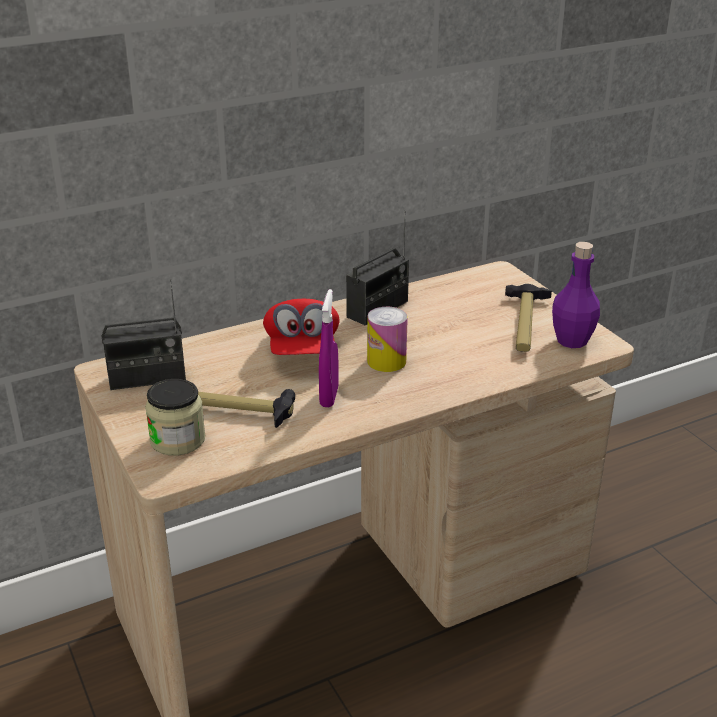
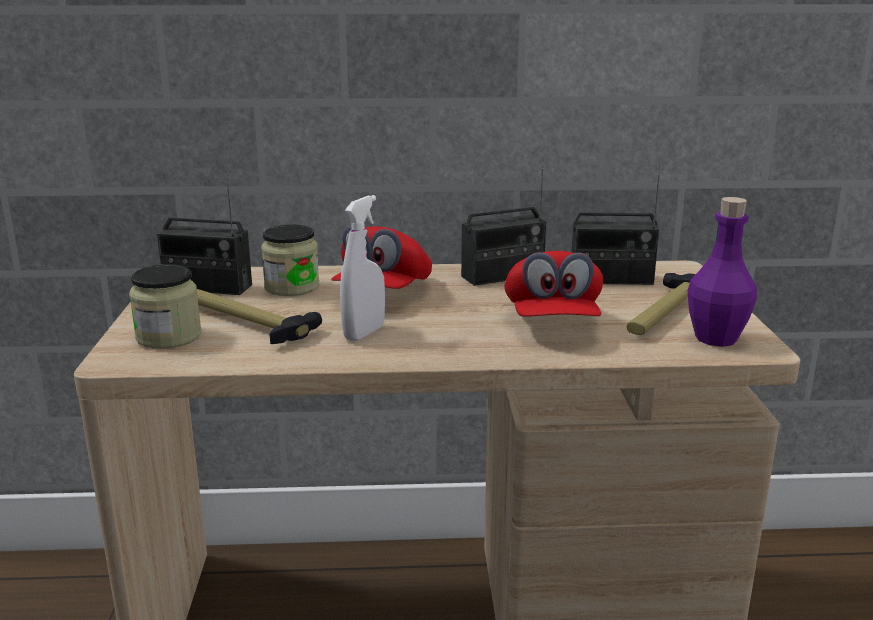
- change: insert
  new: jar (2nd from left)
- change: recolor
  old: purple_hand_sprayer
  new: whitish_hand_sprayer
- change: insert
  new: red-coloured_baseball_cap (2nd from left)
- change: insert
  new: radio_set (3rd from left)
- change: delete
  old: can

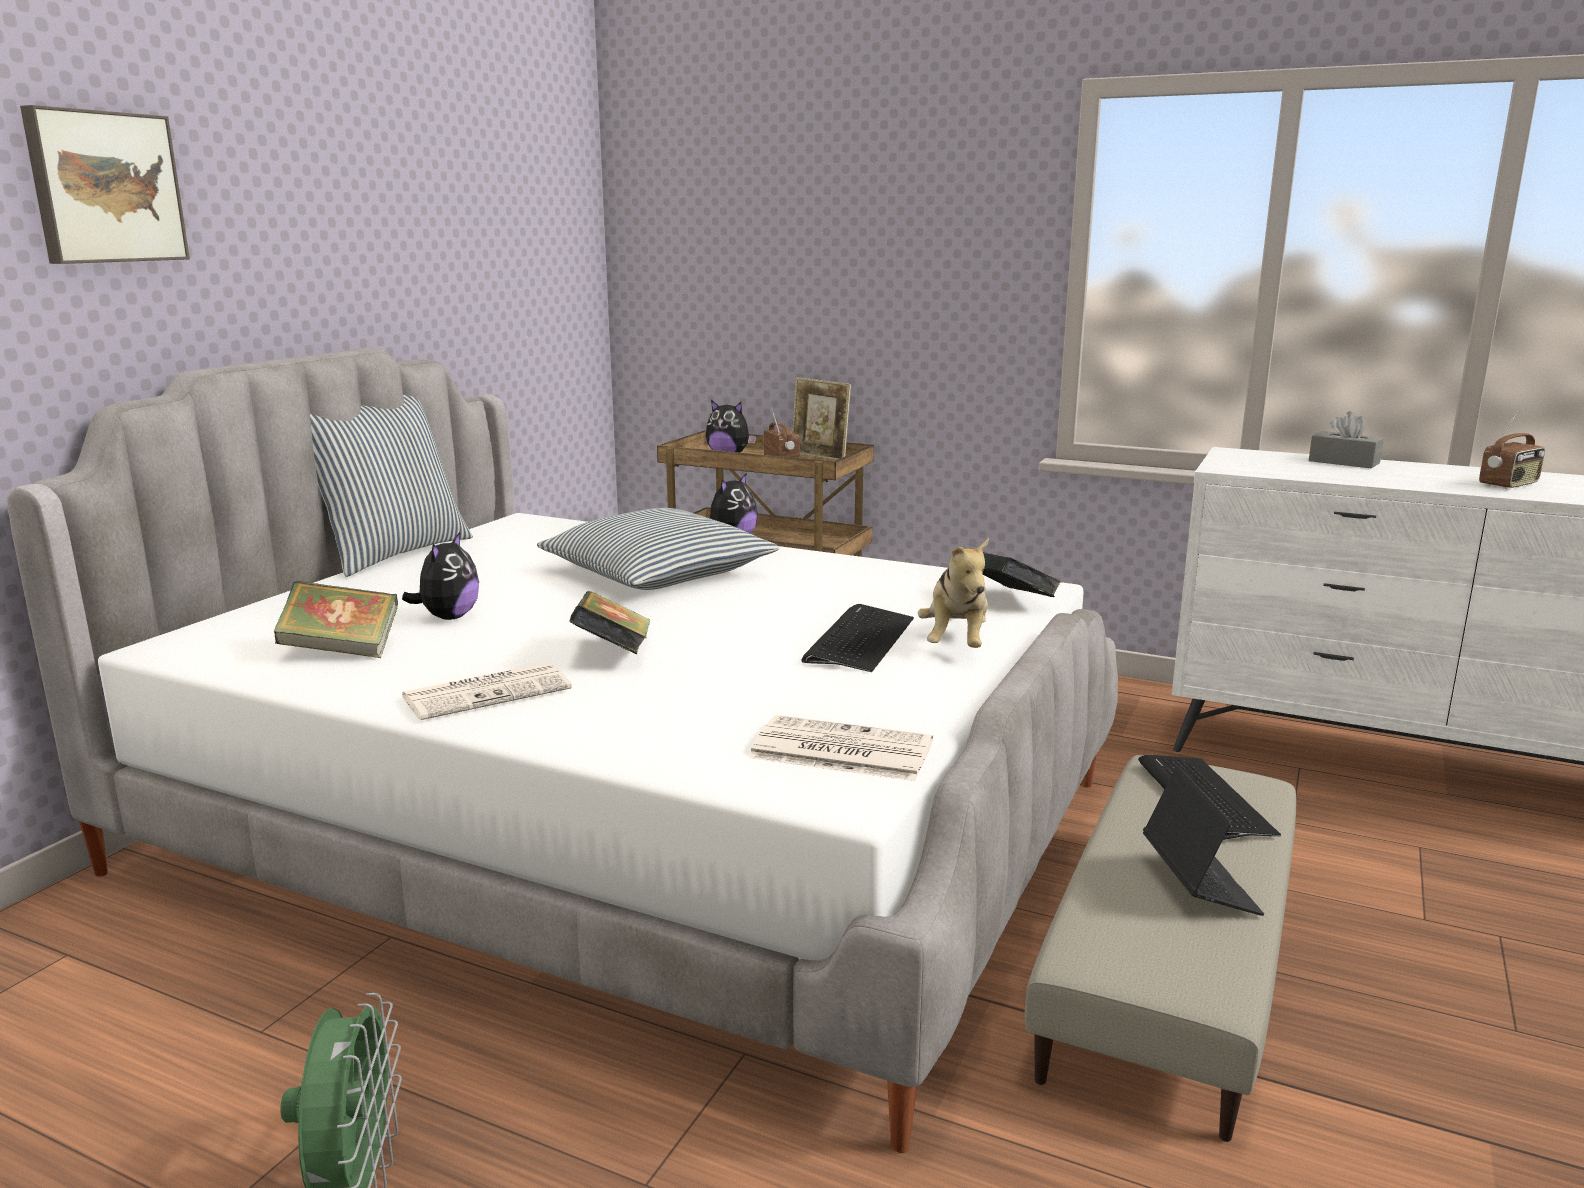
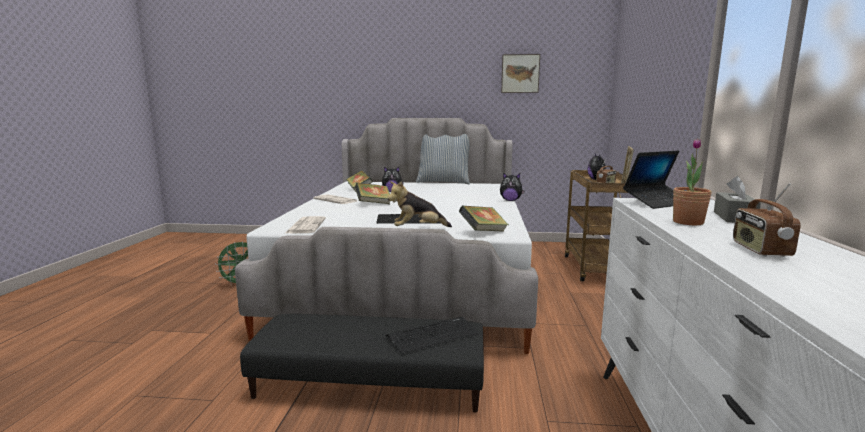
- change: recolor
  old: beige-coloured_pouffe
  new: black-coloured_pouffe
- change: move
  old: wall_art
- change: move
  old: notebook_computer
- change: insert
  new: plant_in_a_pot
- change: rotate
  old: radio_set (2nd from left)
  degrees: 60
- change: delete
  old: cushion (2nd from left)

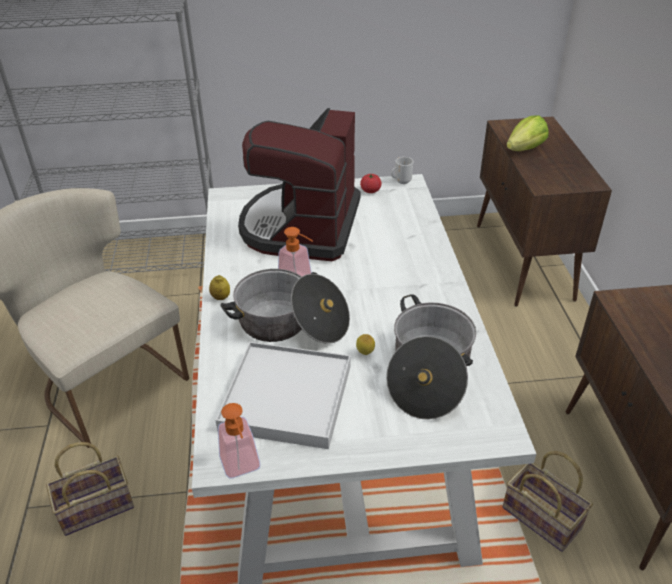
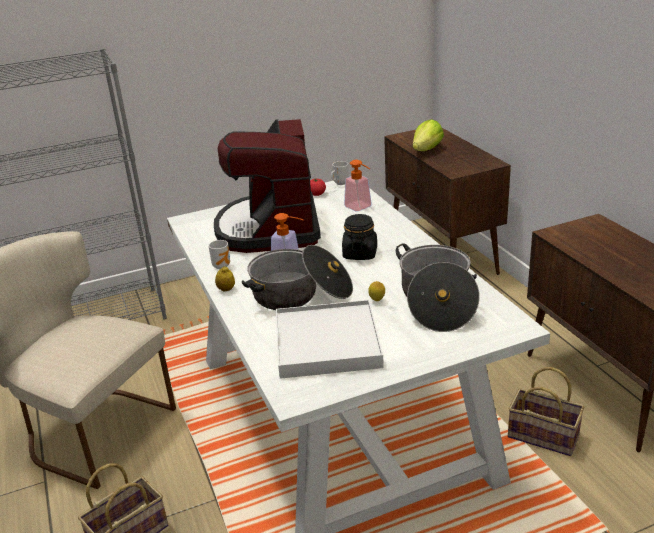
- change: insert
  new: tea_mug (1st from left)
- change: insert
  new: black-coloured_jar
- change: move
  old: soap_bottle (1st from left in the first image)
  new: soap_bottle (2nd from left)

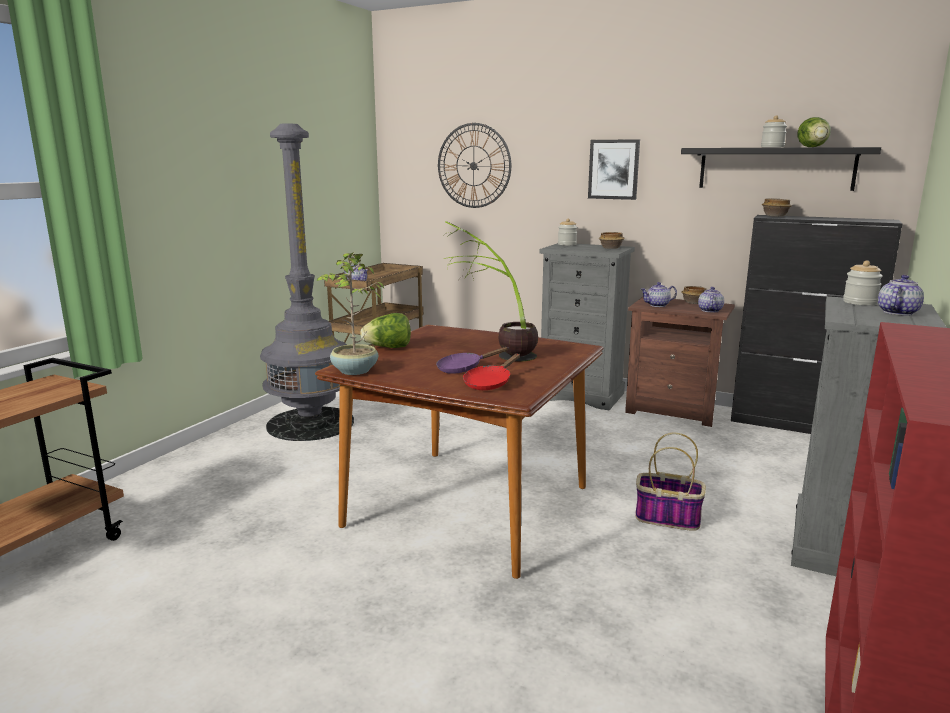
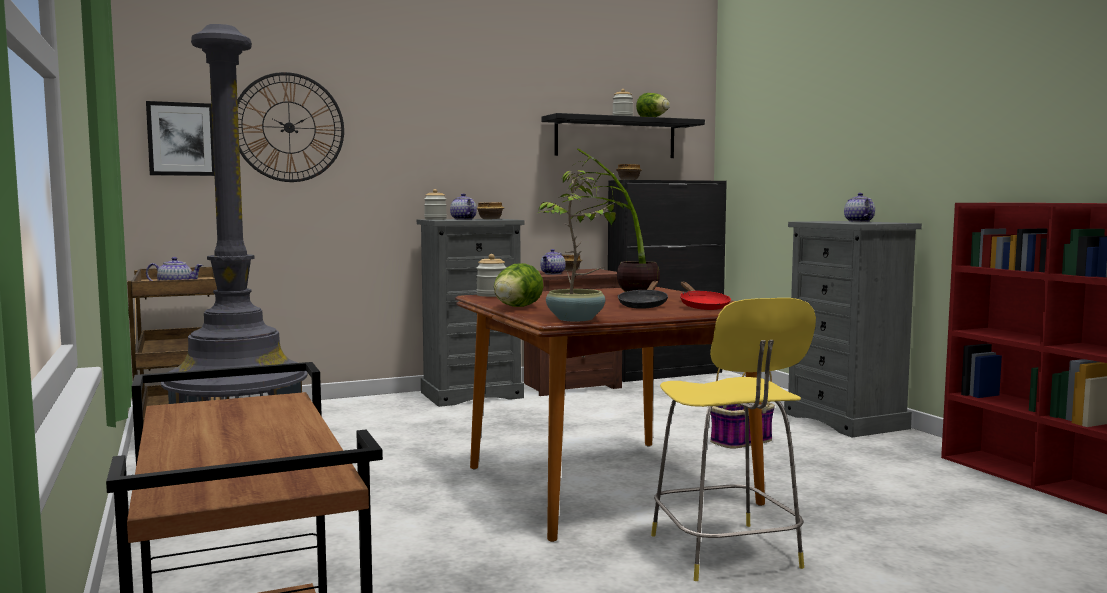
- change: move
  old: wall_art
- change: move
  old: teapot (3rd from left in the first image)
  new: teapot (2nd from left)
- change: move
  old: jar (3rd from left in the first image)
  new: jar (2nd from left)
- change: recolor
  old: purple_skillet
  new: black-coloured_skillet
- change: insert
  new: yellow_stool_seat

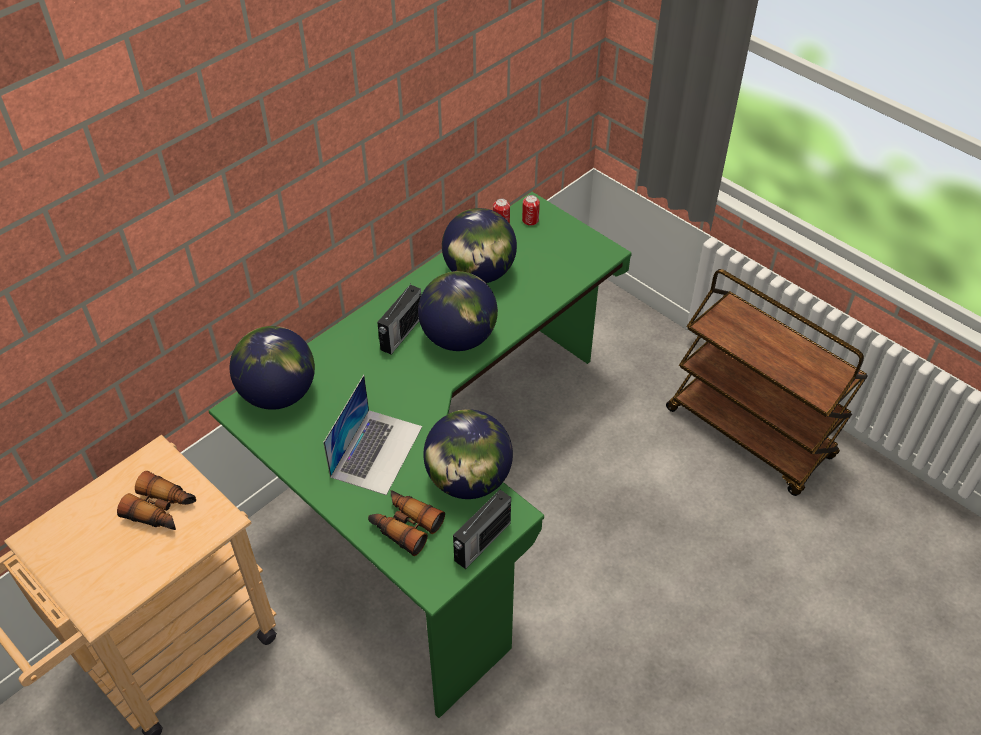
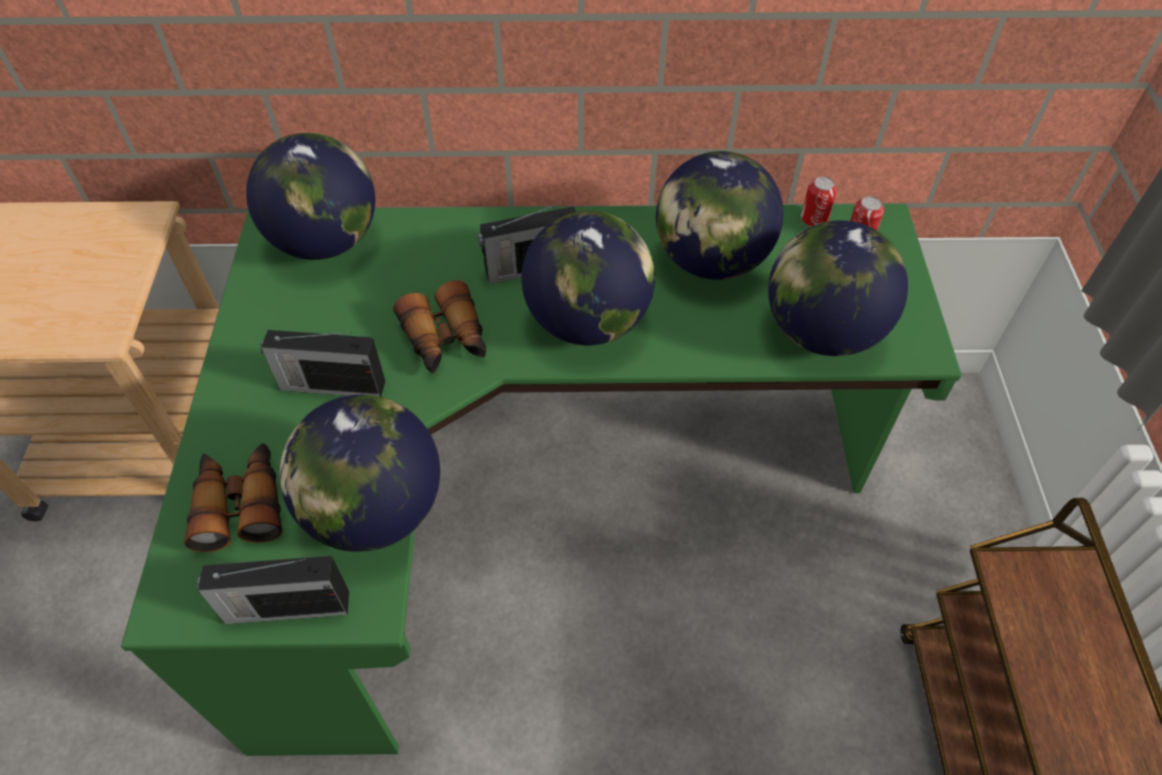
- change: replace
  old: notebook_computer
  new: radio_set (2nd from left)
- change: move
  old: field_glasses (1st from left in the first image)
  new: field_glasses (2nd from left)
- change: insert
  new: world_globe (5th from left)

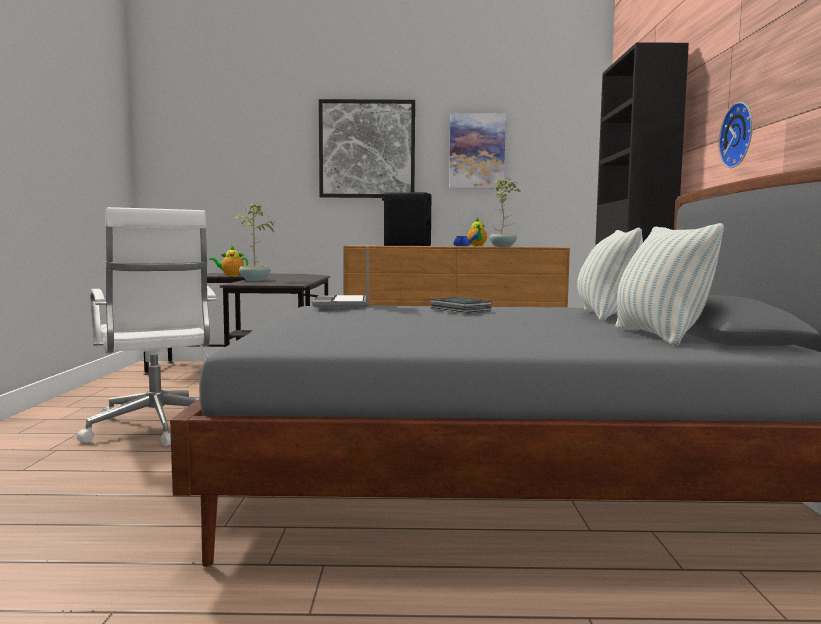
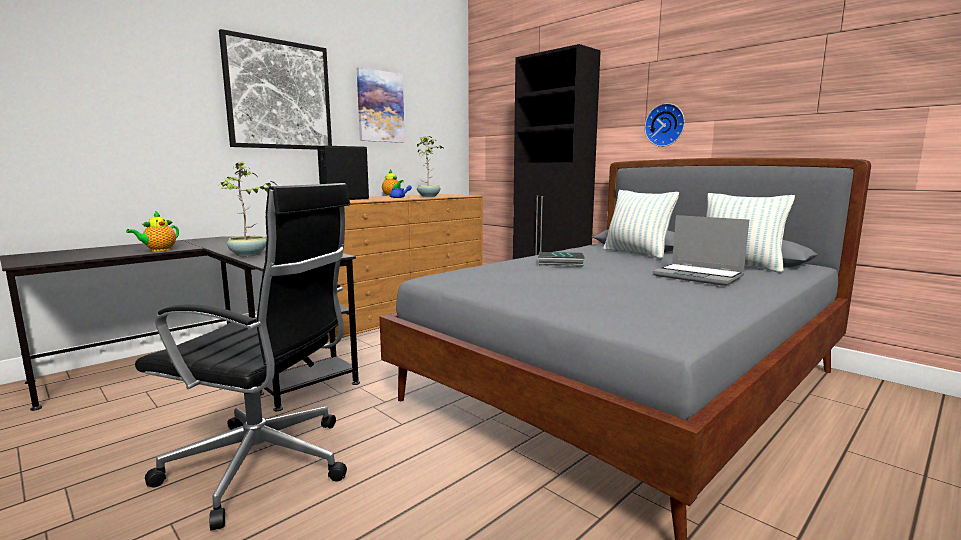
- change: recolor
  old: whitish_office_chair
  new: black-coloured_office_chair
- change: move
  old: notebook_computer

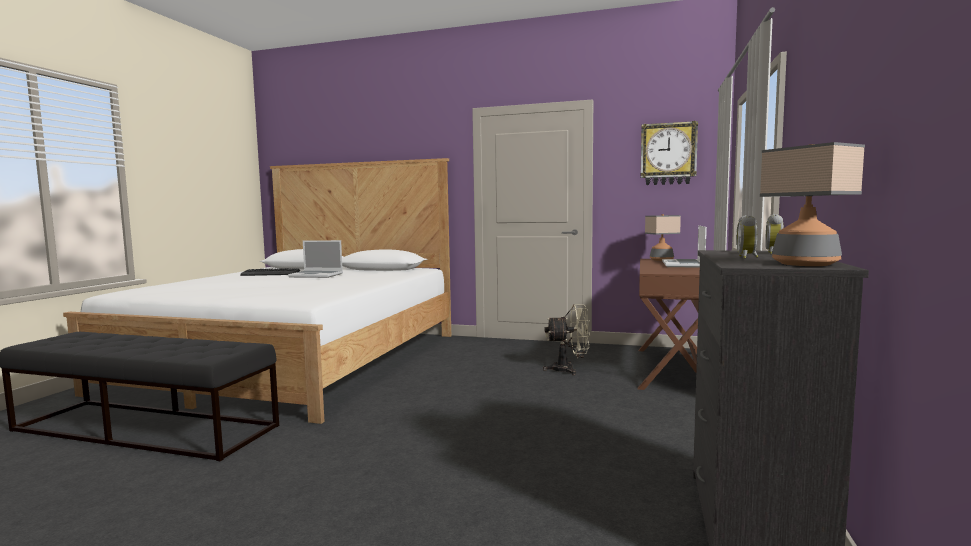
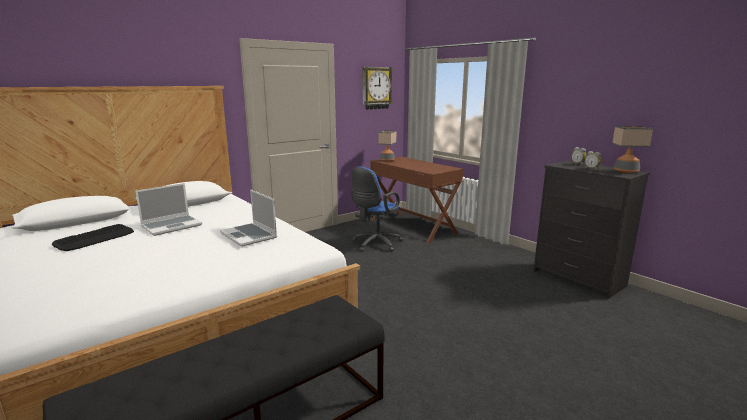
- change: move
  old: notebook_computer (2nd from left)
- change: replace
  old: beige-coloured_cooling_fan
  new: bluish_office_chair

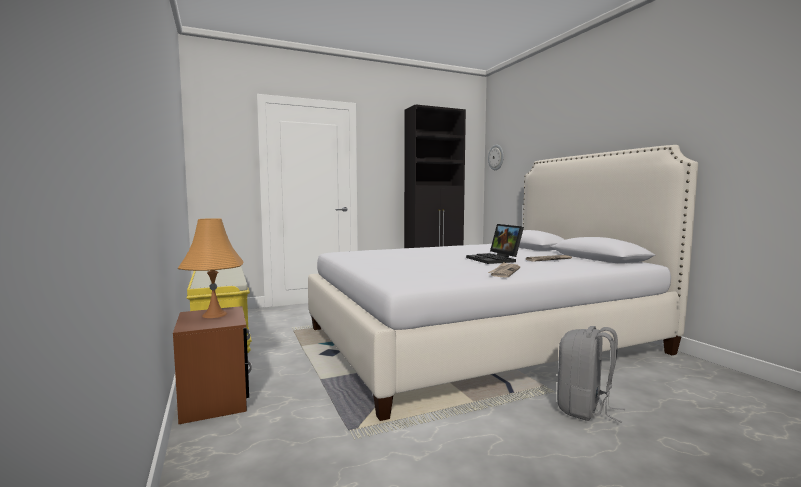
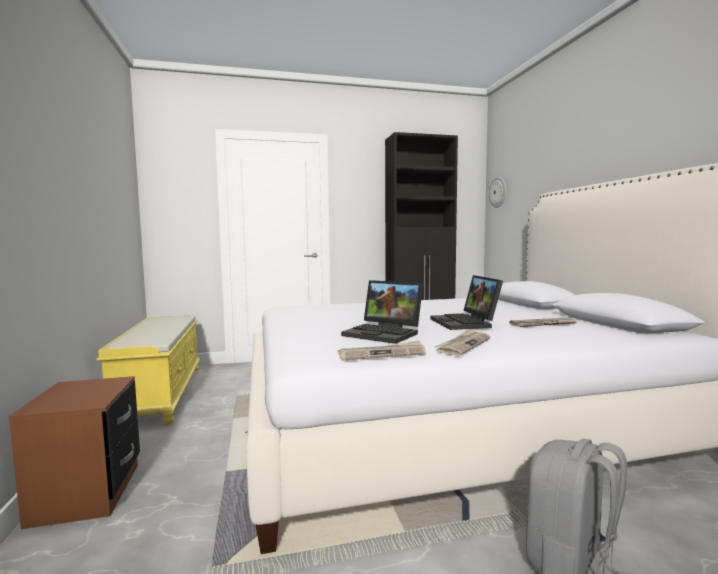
- change: insert
  new: printed_paper (1st from left)
- change: insert
  new: notebook_computer (1st from left)
- change: delete
  old: orange_table_lamp

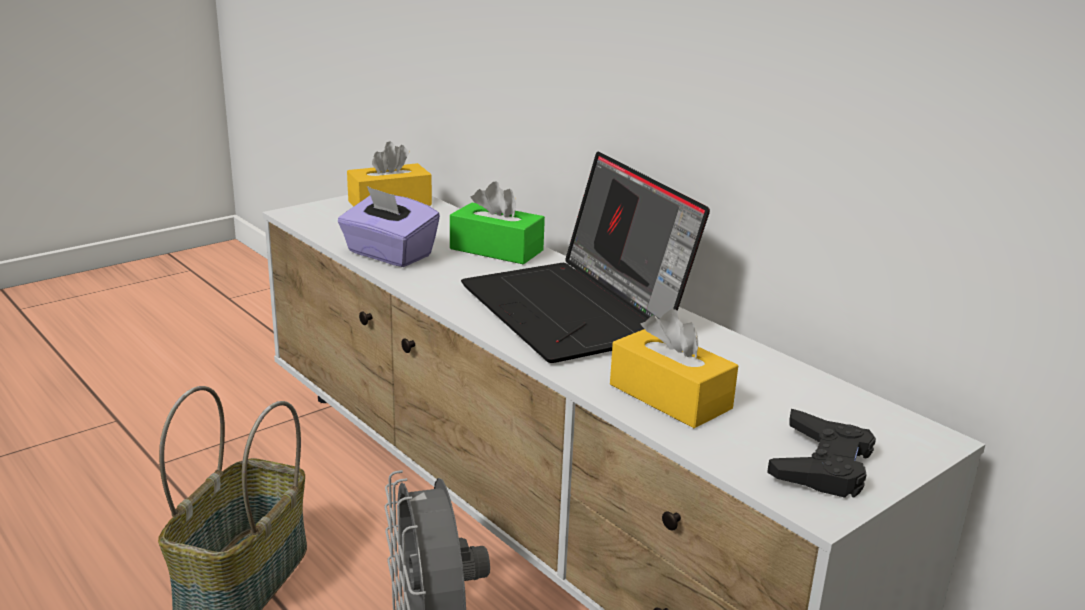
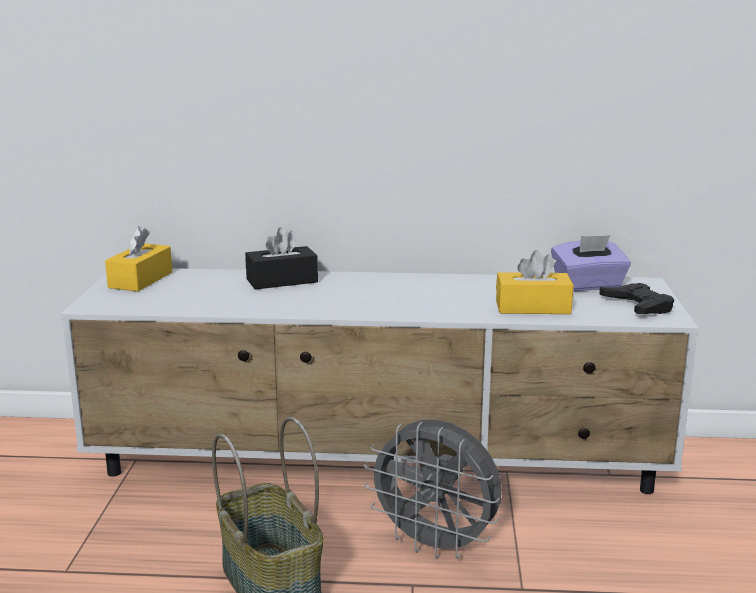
- change: recolor
  old: green_tissue_holder
  new: black-coloured_tissue_holder
- change: move
  old: purple_tissue_holder
- change: delete
  old: notebook_computer

